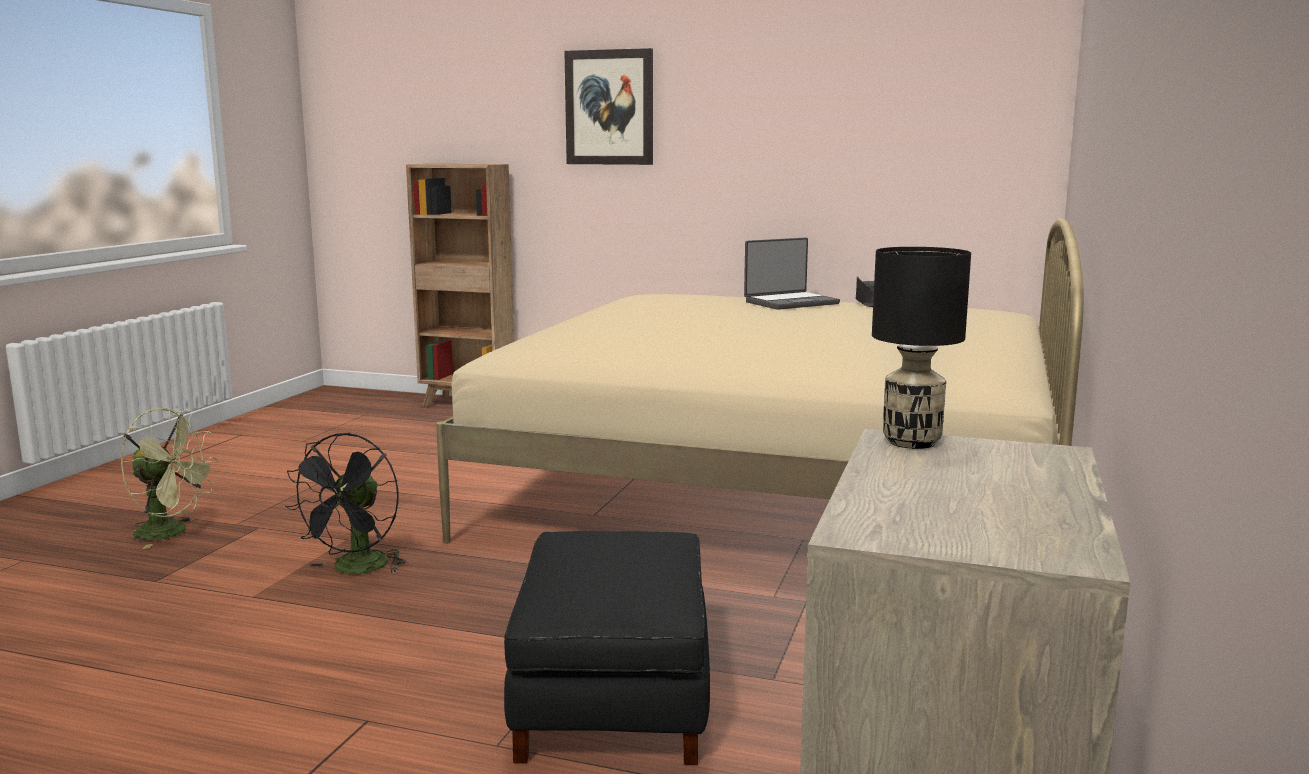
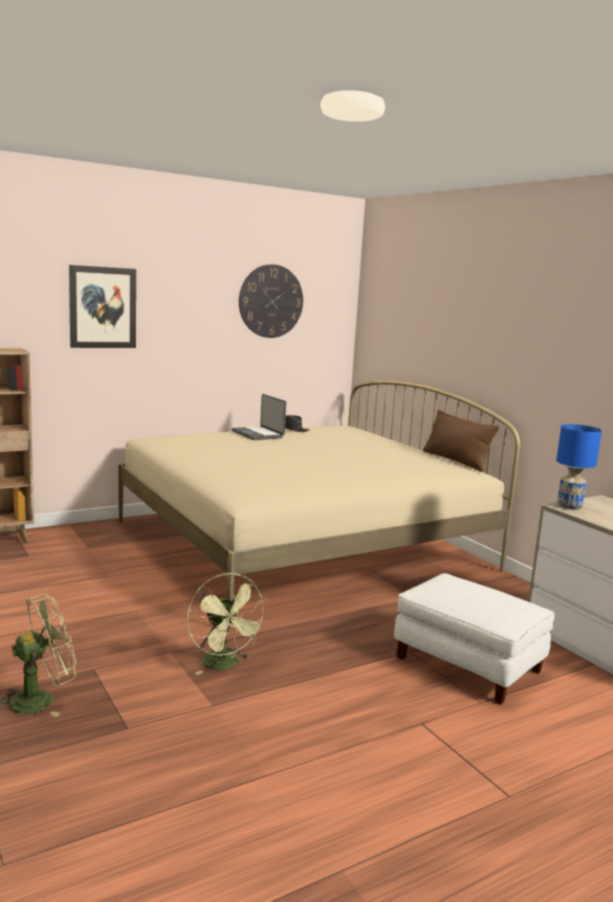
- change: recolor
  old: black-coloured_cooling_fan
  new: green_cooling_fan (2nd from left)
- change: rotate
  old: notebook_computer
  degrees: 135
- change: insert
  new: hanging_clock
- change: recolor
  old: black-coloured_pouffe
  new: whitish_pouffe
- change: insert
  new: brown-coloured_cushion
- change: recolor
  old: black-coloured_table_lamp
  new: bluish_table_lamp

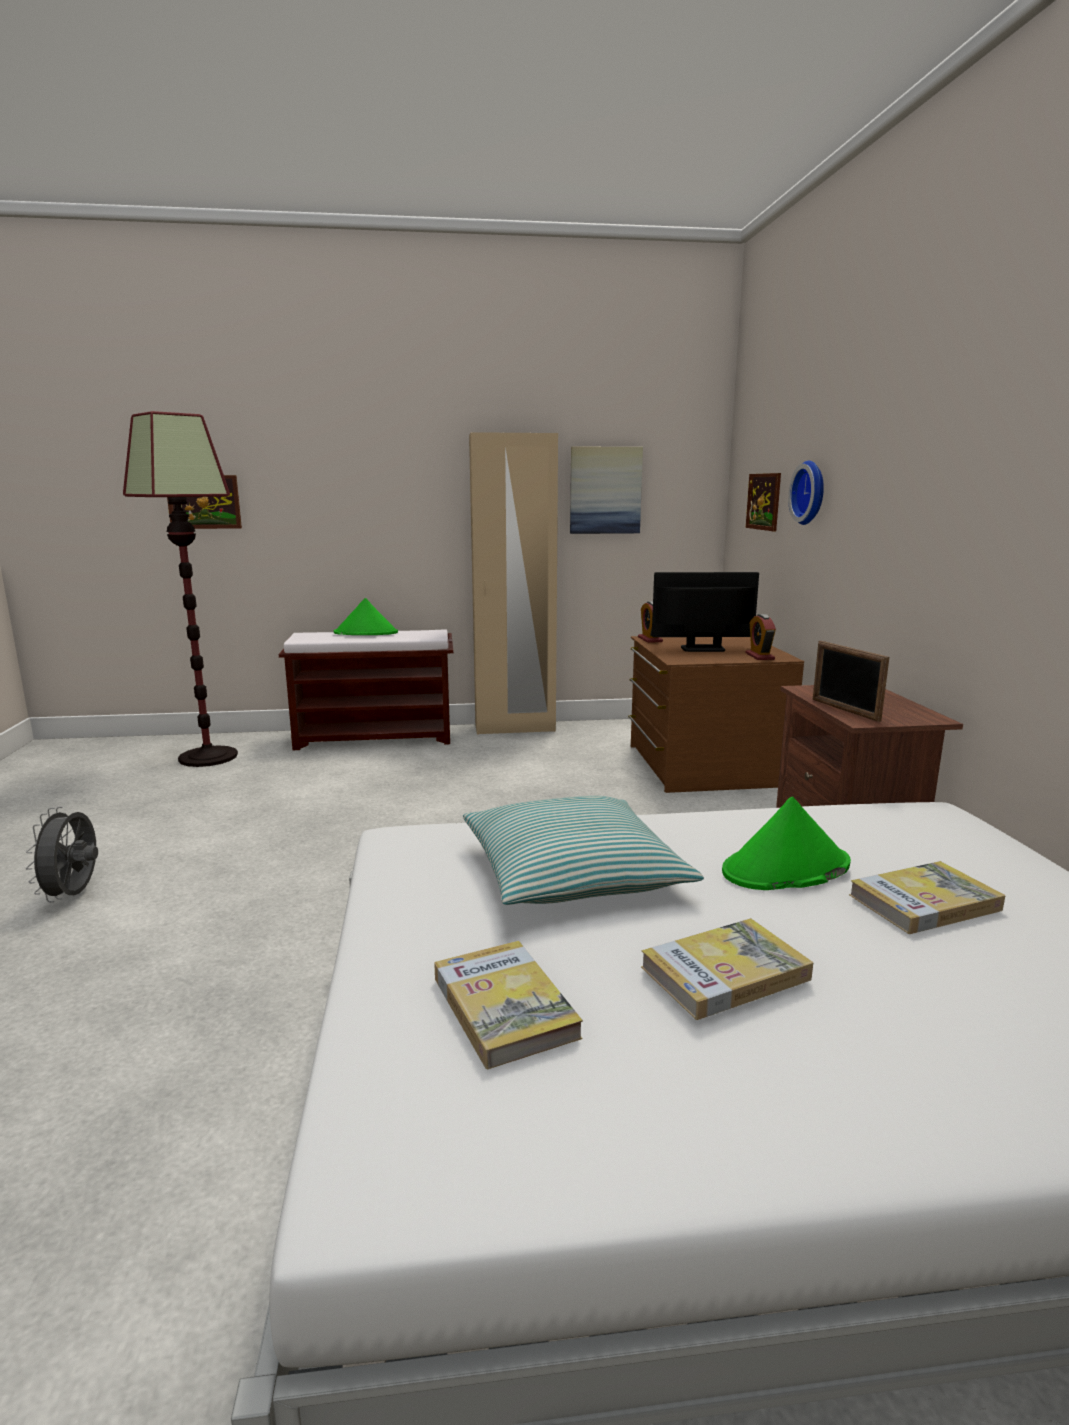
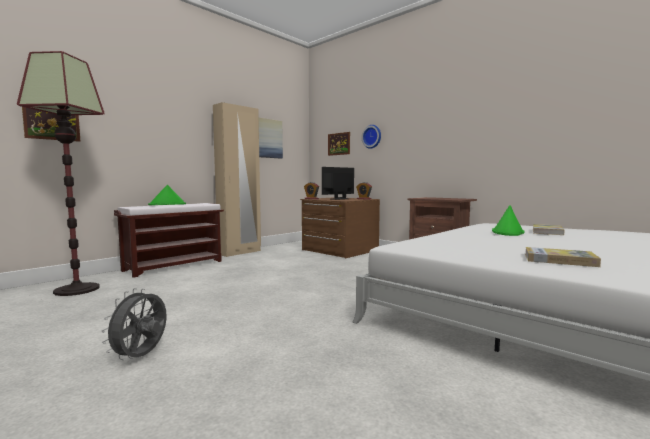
- change: rotate
  old: greyish_cooling_fan
  degrees: 60
- change: delete
  old: cushion
- change: delete
  old: book (2nd from left)
- change: delete
  old: photo_frame

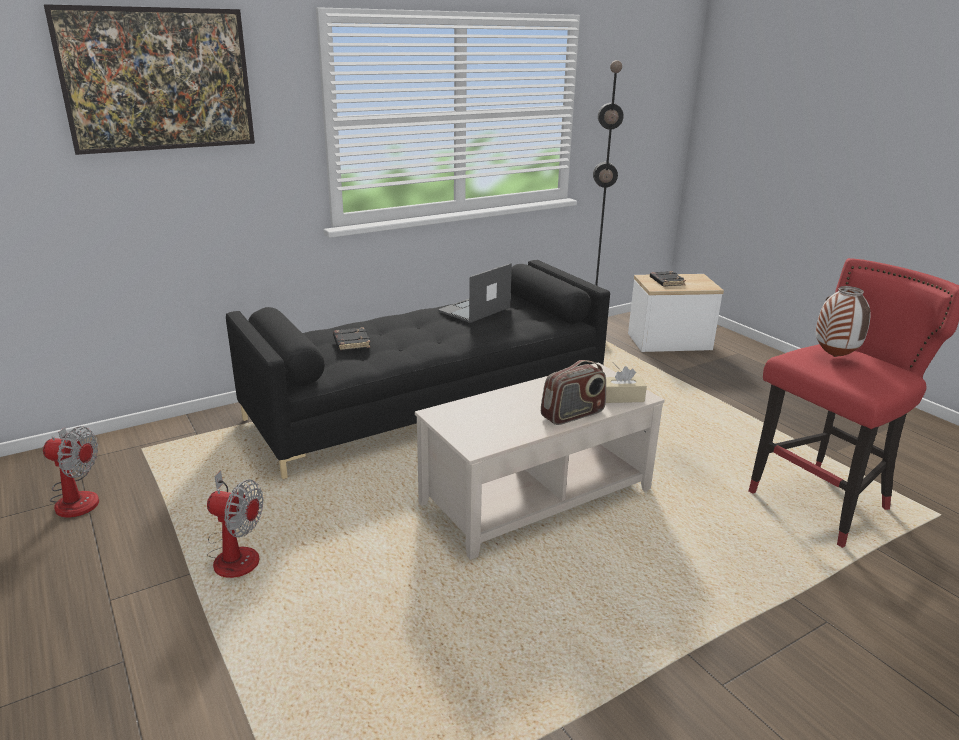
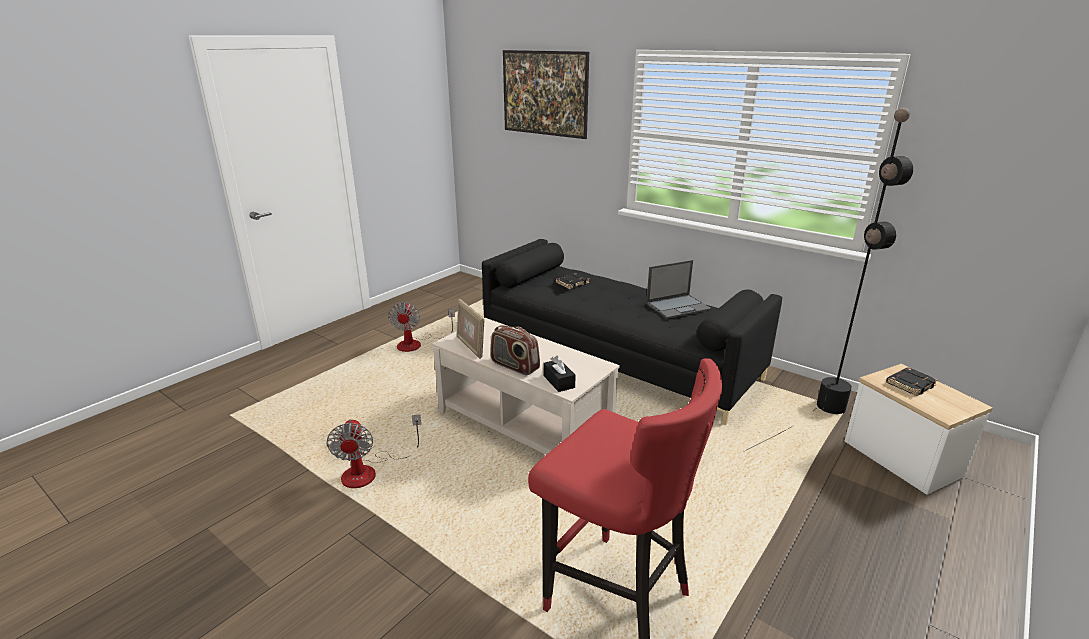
- change: move
  old: cooling_fan (1st from left)
- change: insert
  new: photo_frame
- change: recolor
  old: beige-coloured_tissue_holder
  new: black-coloured_tissue_holder
- change: rotate
  old: notebook_computer
  degrees: 135
- change: delete
  old: vase

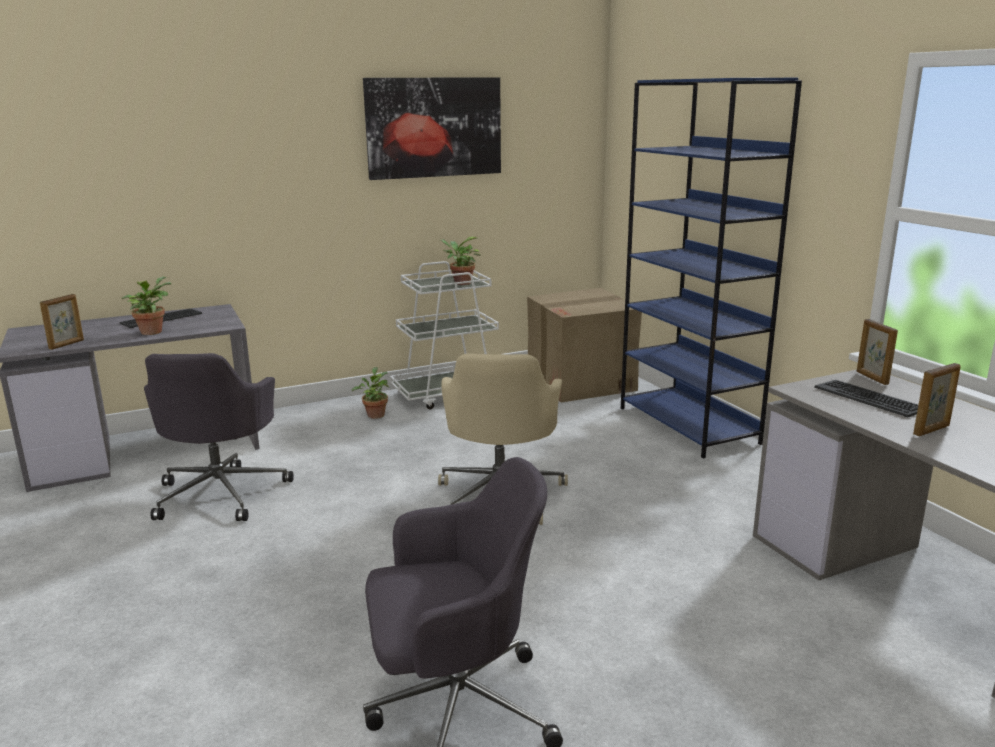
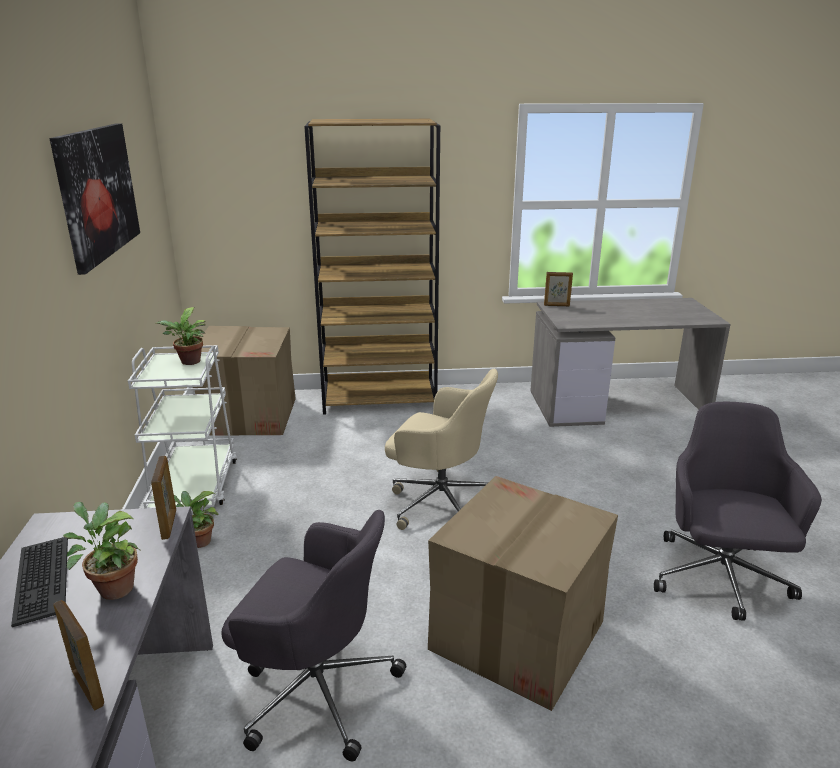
- change: move
  old: photo_frame (3rd from left in the first image)
  new: photo_frame (2nd from left)
- change: recolor
  old: bluish_shelving_unit
  new: brown-coloured_shelving_unit
- change: insert
  new: packing_box (2nd from left)
- change: delete
  old: PC_keyboard (2nd from left)

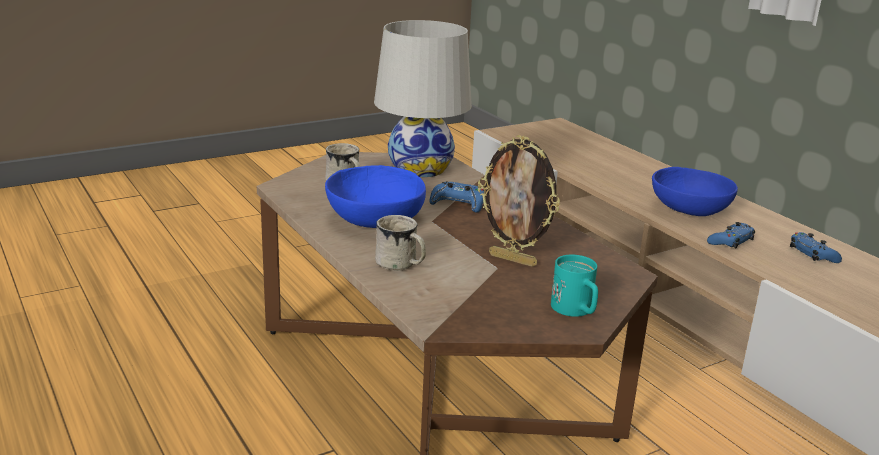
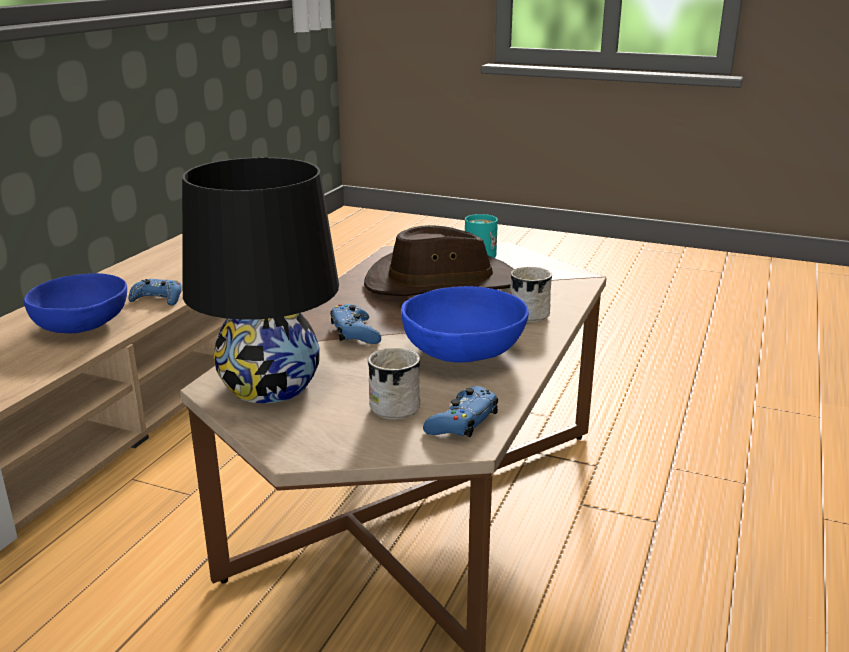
- change: recolor
  old: whitish_table_lamp
  new: black-coloured_table_lamp
- change: replace
  old: photo_frame
  new: brown-coloured_wearable_hat
- change: move
  old: bluish_game_controller (3rd from left)

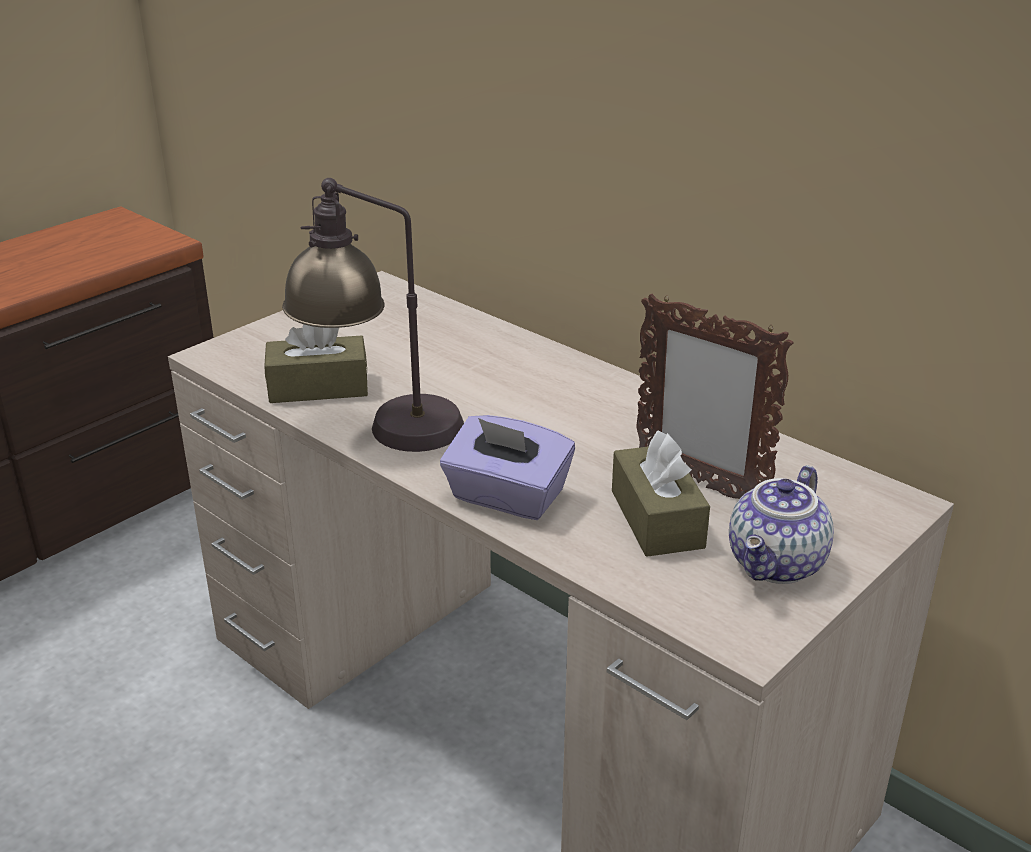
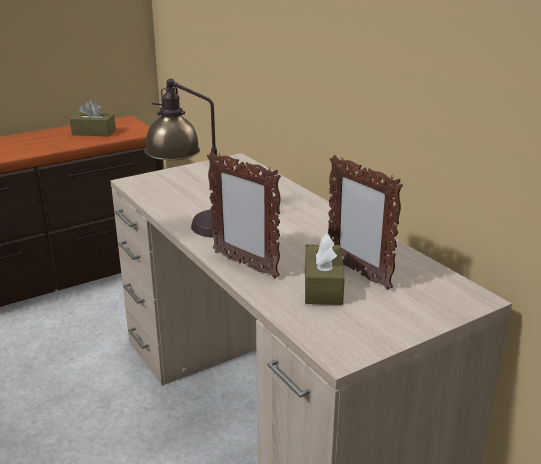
- change: move
  old: brown-coloured_tissue_holder (1st from left)
- change: replace
  old: purple_tissue_holder
  new: photo_frame (1st from left)
- change: delete
  old: teapot

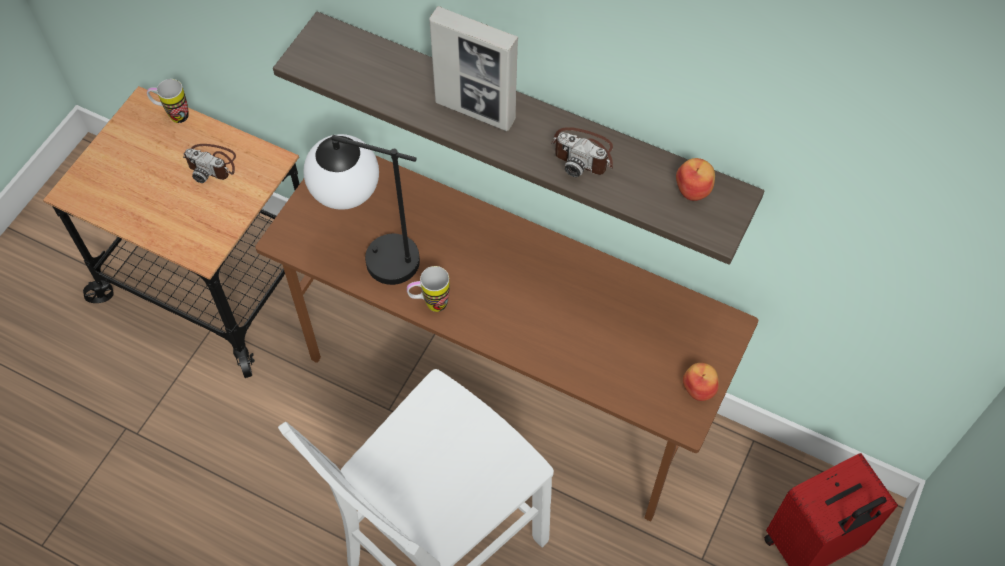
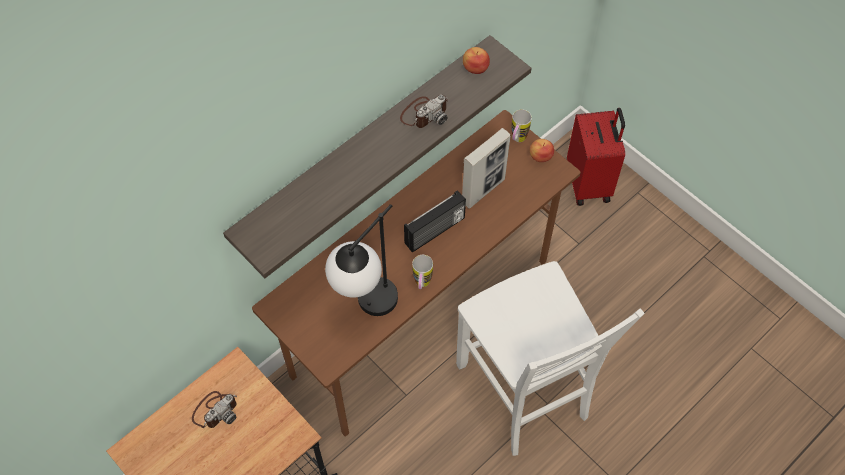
- change: insert
  new: radio_set
- change: move
  old: photo_frame
- change: move
  old: tea_mug (1st from left in the first image)
  new: tea_mug (2nd from left)

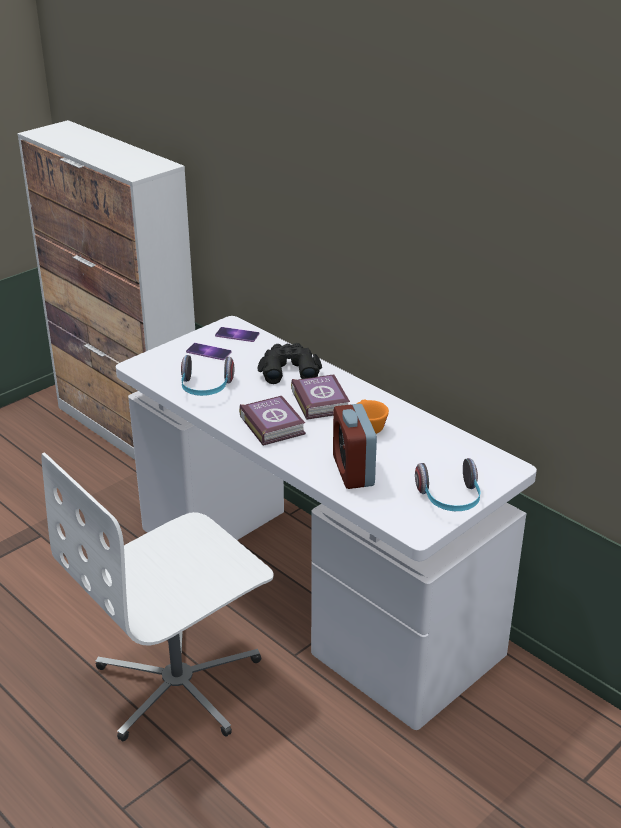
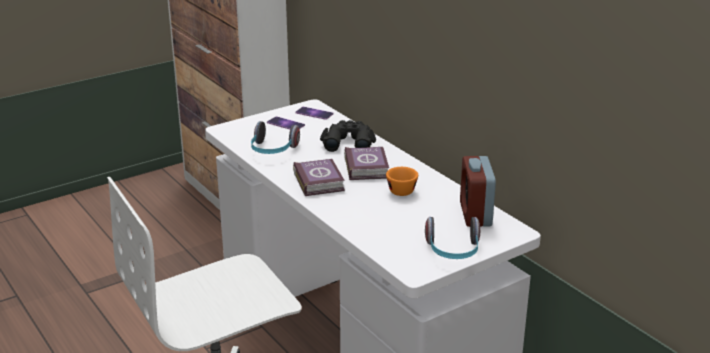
- change: move
  old: alarm_clock

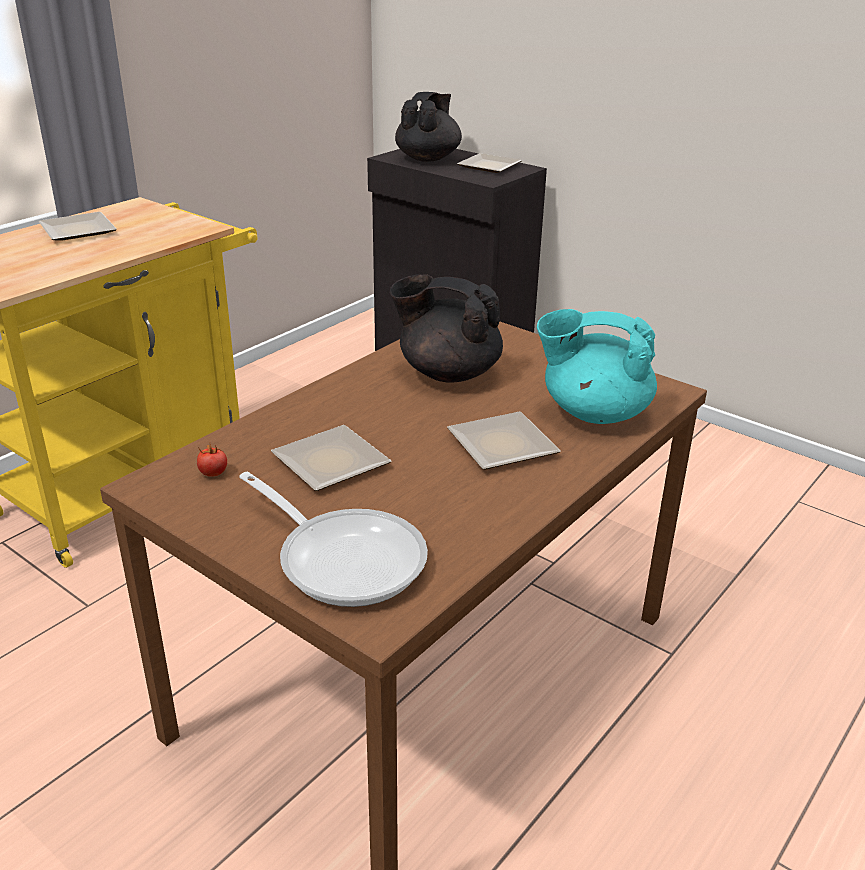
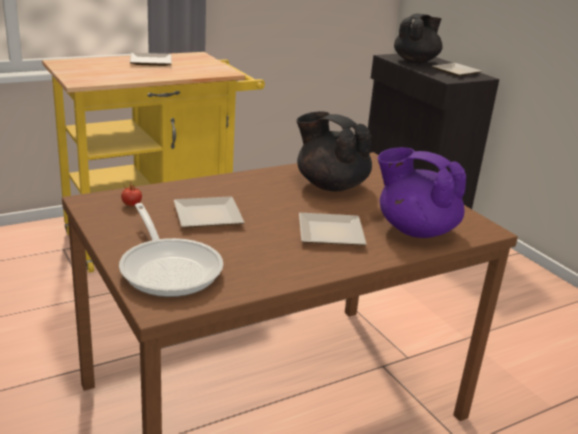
- change: recolor
  old: blue-green_teapot
  new: purple_teapot

